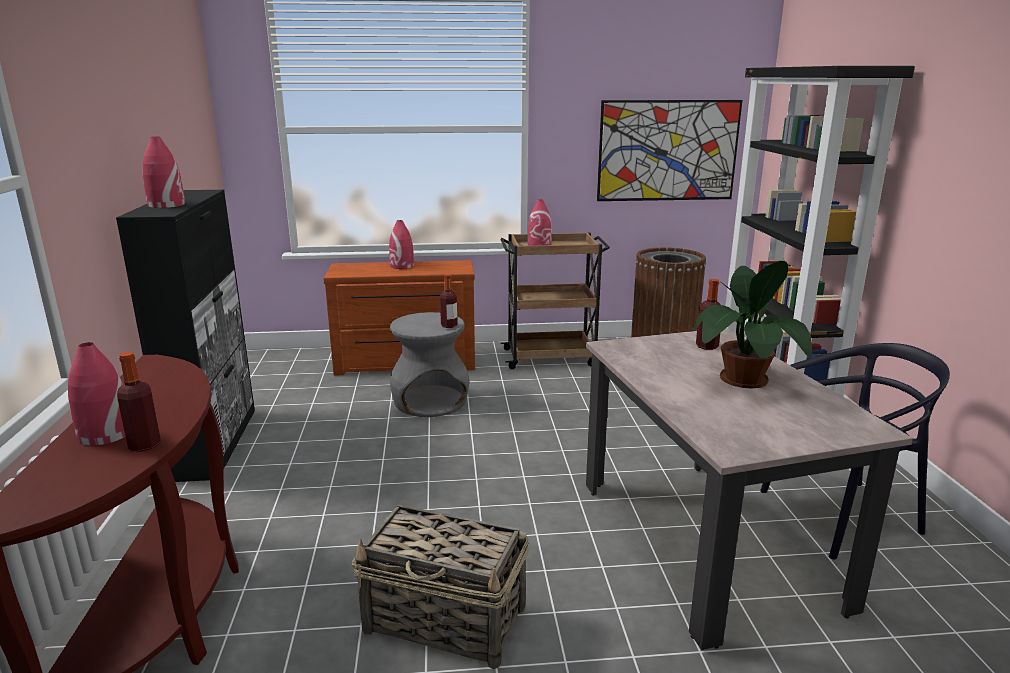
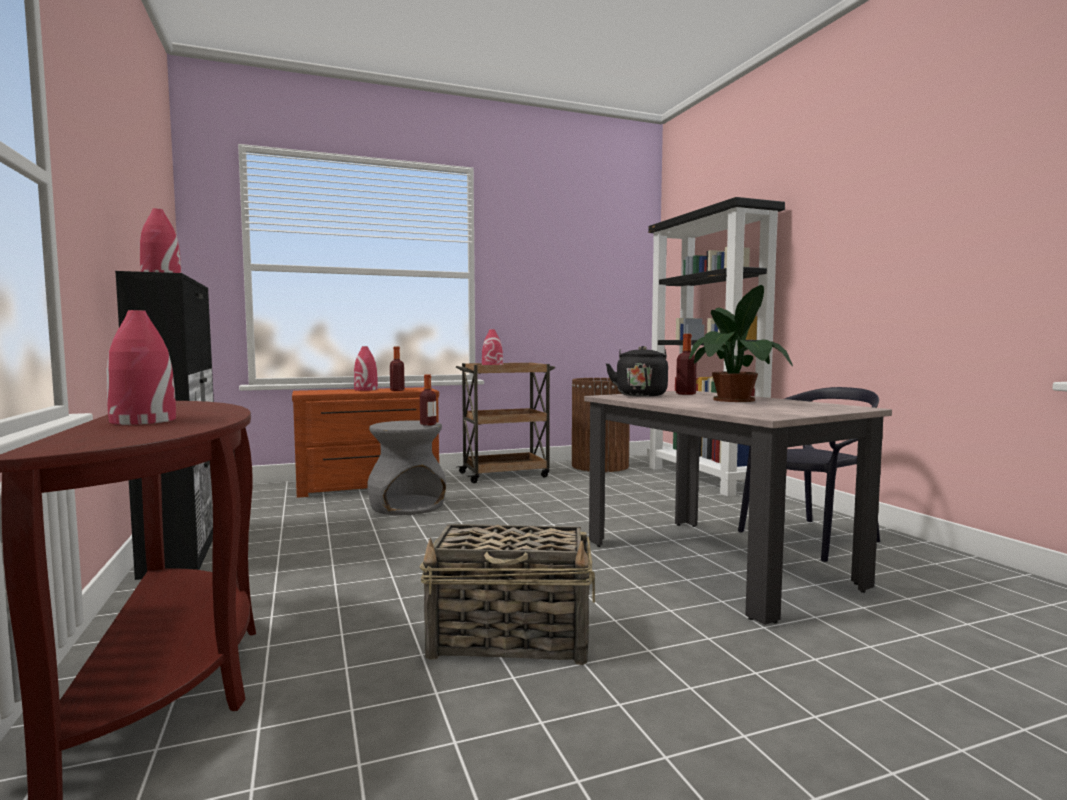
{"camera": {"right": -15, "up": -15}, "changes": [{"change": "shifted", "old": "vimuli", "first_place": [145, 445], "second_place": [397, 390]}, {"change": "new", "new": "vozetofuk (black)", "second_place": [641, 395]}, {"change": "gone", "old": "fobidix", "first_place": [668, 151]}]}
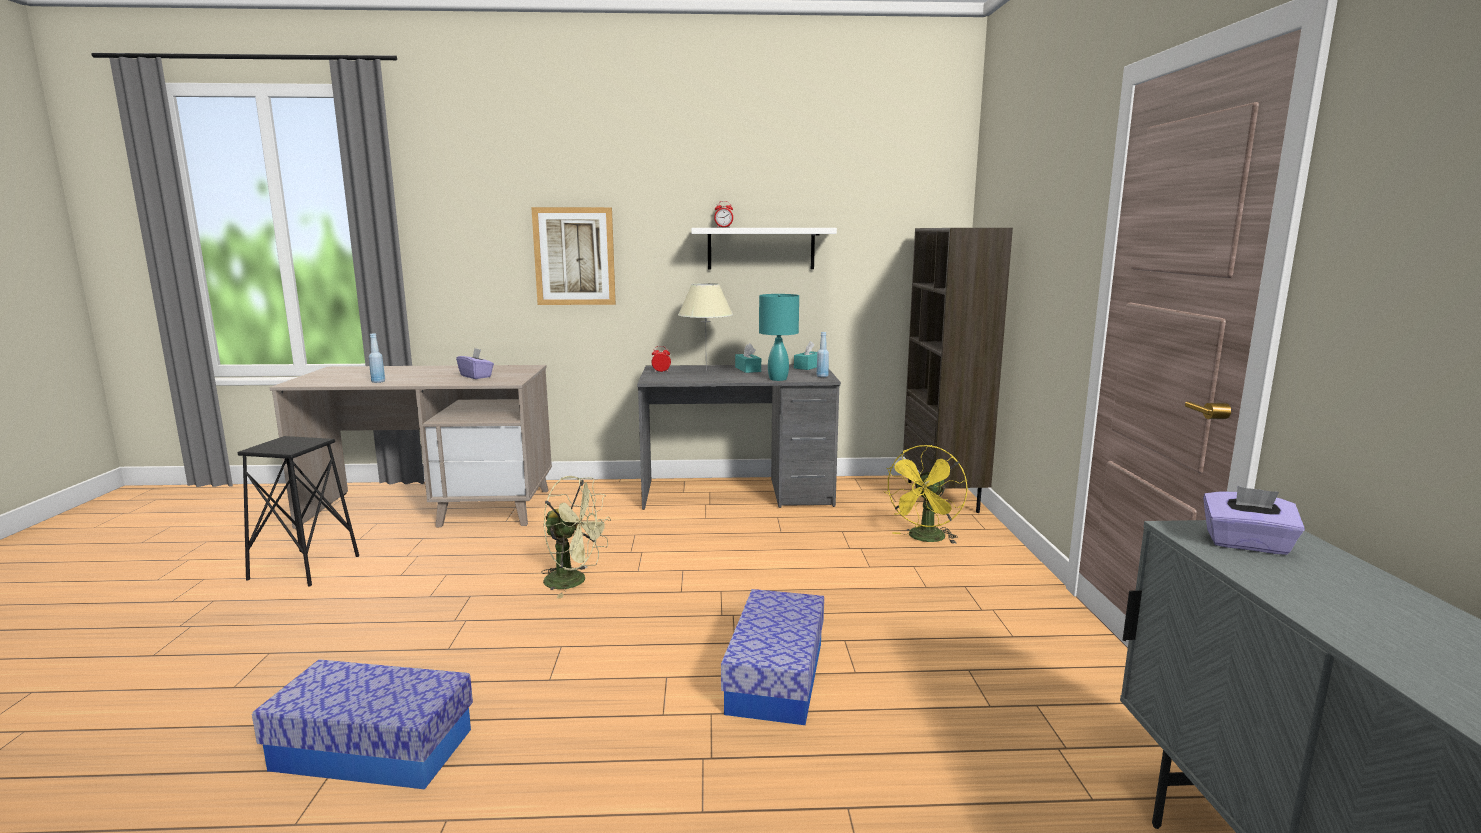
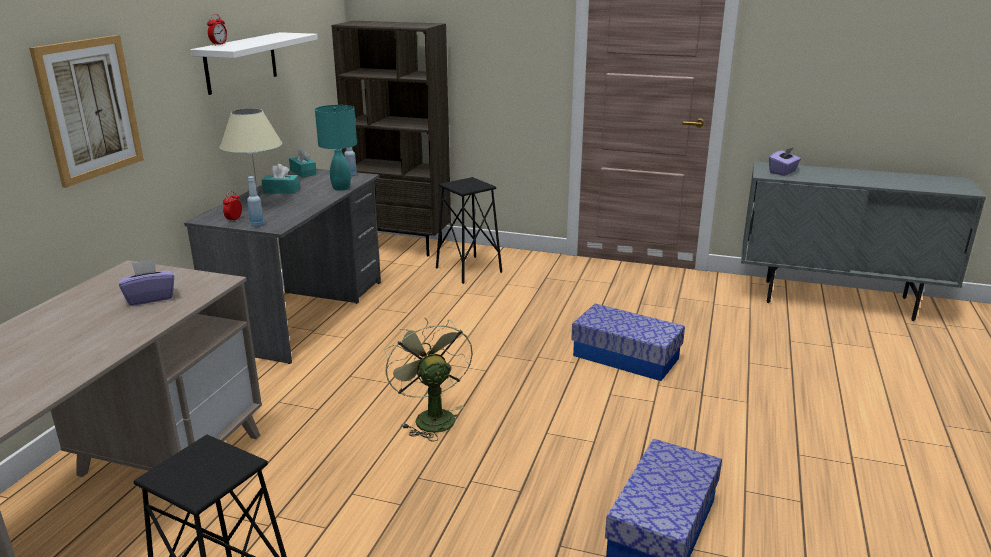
{"camera": {"right": -70, "up": 10}, "changes": [{"change": "shifted", "old": "vimuli (blue)", "first_place": [378, 382], "second_place": [257, 225]}, {"change": "rotated", "old": "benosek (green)", "first_place": [574, 581], "second_place": [430, 417], "degrees": -60}, {"change": "swapped", "old": "benosek (yellow)", "new": "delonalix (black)", "first_place": [925, 539], "second_place": [469, 270]}]}
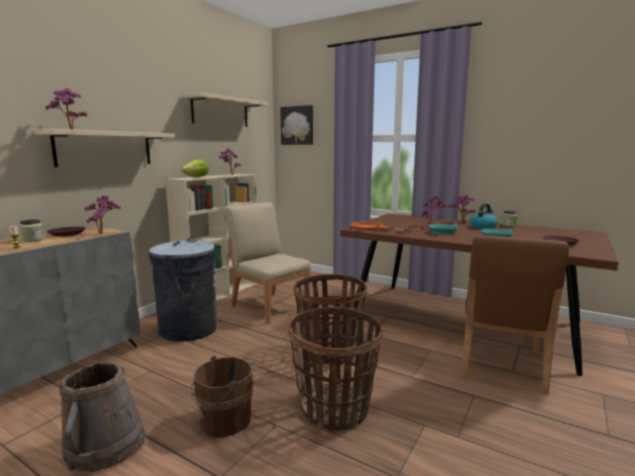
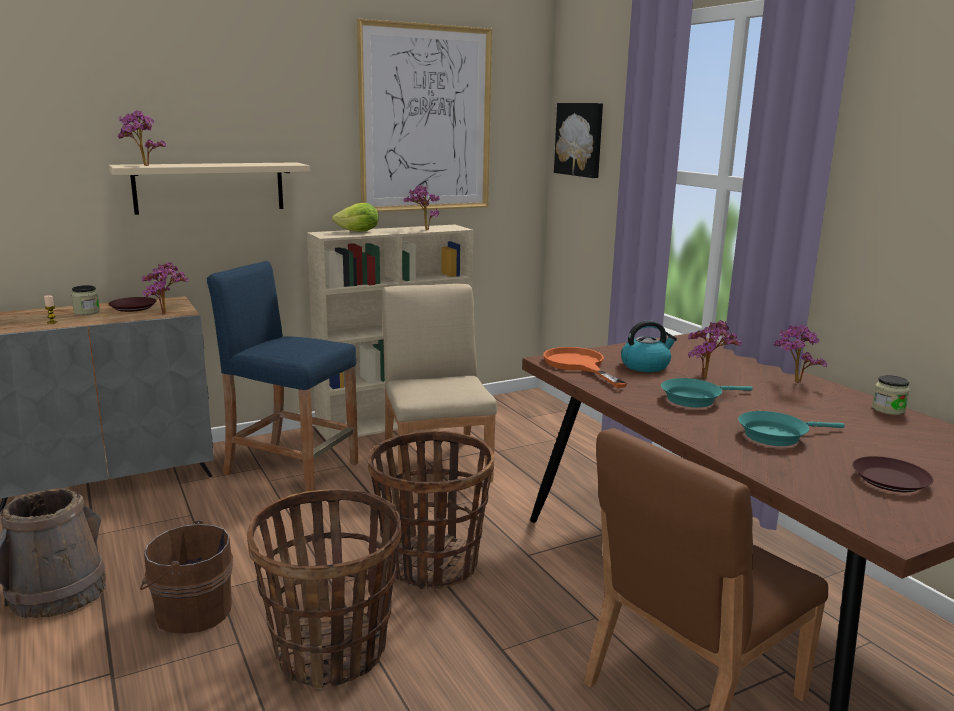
{"camera": {"right": 30, "up": 5}, "changes": [{"change": "swapped", "old": "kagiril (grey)", "new": "delonalix (blue)", "first_place": [188, 329], "second_place": [292, 468]}, {"change": "swapped", "old": "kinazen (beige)", "new": "fobidix", "first_place": [220, 112], "second_place": [426, 119]}, {"change": "shifted", "old": "vozetofuk", "first_place": [483, 227], "second_place": [645, 366]}]}
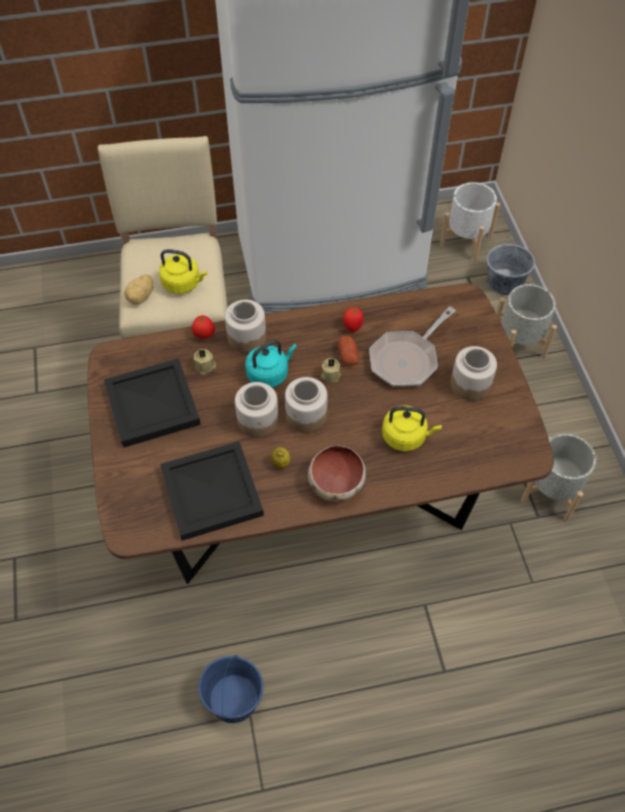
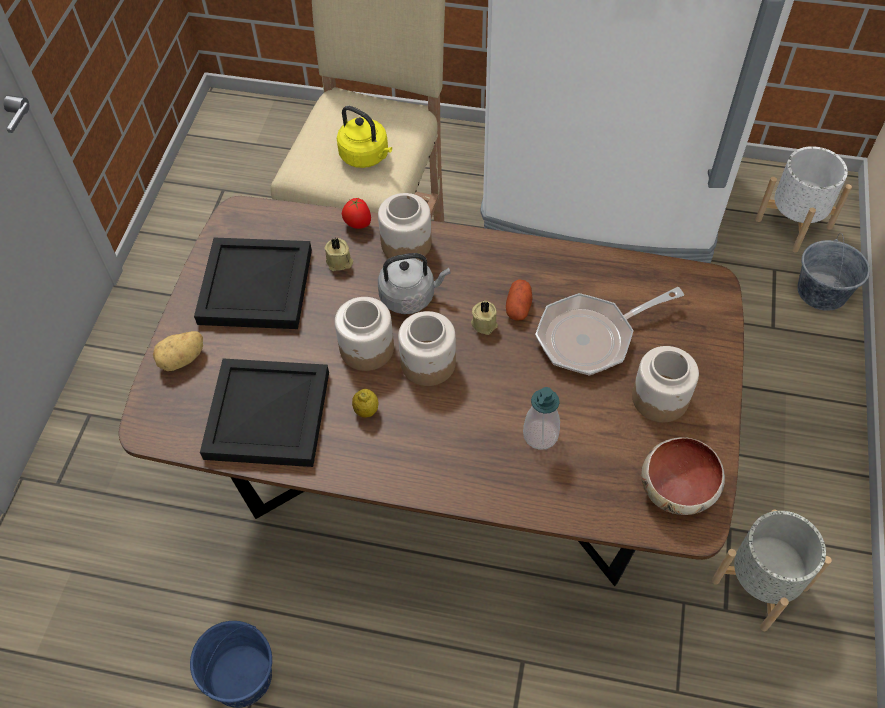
{"camera": {"right": 25, "up": 0}, "changes": [{"change": "shifted", "old": "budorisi", "first_place": [141, 297], "second_place": [182, 360]}, {"change": "repainted", "old": "vozetofuk (turquoise)", "new": "vozetofuk (grey)", "first_place": [269, 374], "second_place": [410, 296]}, {"change": "swapped", "old": "vozetofuk (yellow)", "new": "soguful", "first_place": [406, 436], "second_place": [540, 435]}, {"change": "shifted", "old": "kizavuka", "first_place": [336, 482], "second_place": [677, 486]}, {"change": "gone", "old": "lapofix", "first_place": [352, 326]}, {"change": "gone", "old": "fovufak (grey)", "first_place": [518, 342]}]}
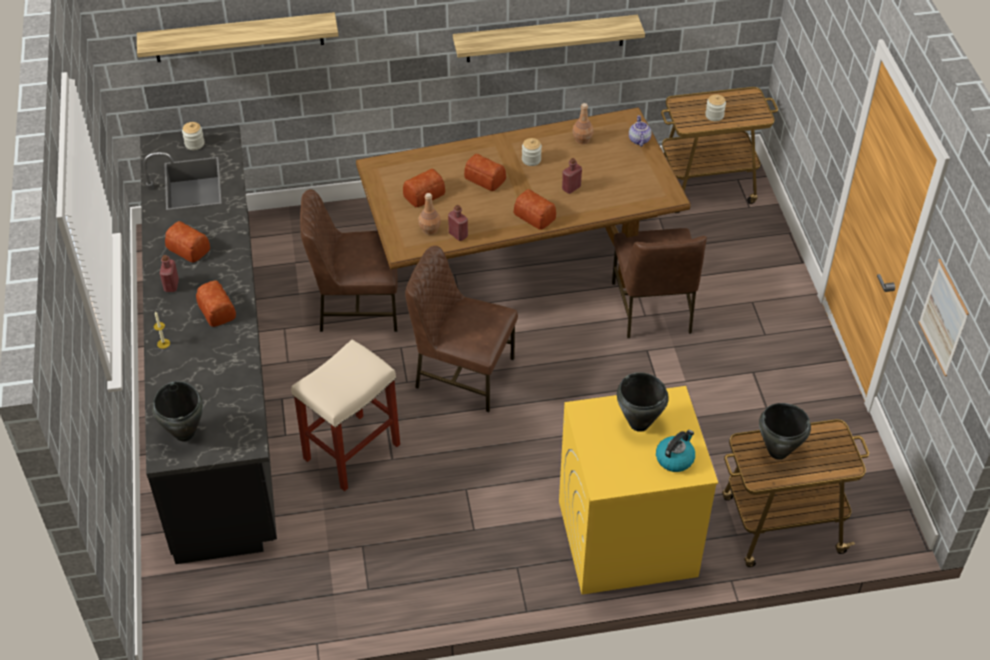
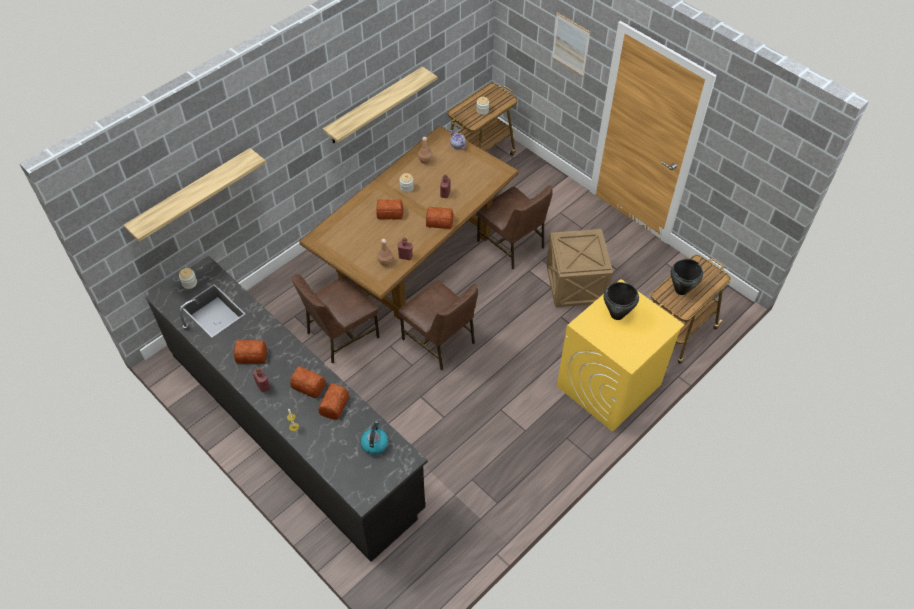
{"camera": {"right": -35, "up": 5}, "changes": [{"change": "shifted", "old": "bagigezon", "first_place": [423, 194], "second_place": [333, 405]}, {"change": "shifted", "old": "vozetofuk", "first_place": [675, 458], "second_place": [374, 443]}, {"change": "rotated", "old": "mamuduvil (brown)", "first_place": [463, 373], "second_place": [440, 341], "degrees": -120}, {"change": "new", "new": "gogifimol", "second_place": [575, 283]}, {"change": "shifted", "old": "fobidix", "first_place": [943, 317], "second_place": [570, 44]}, {"change": "gone", "old": "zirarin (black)", "first_place": [185, 433]}, {"change": "gone", "old": "delonalix (beige)", "first_place": [351, 453]}]}
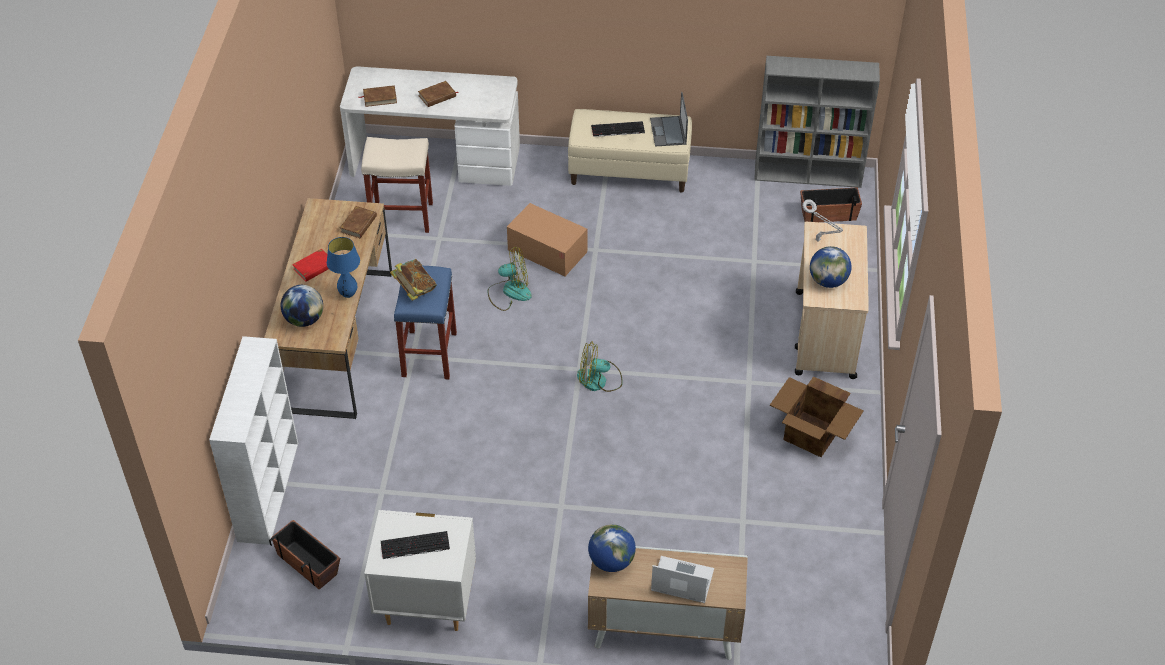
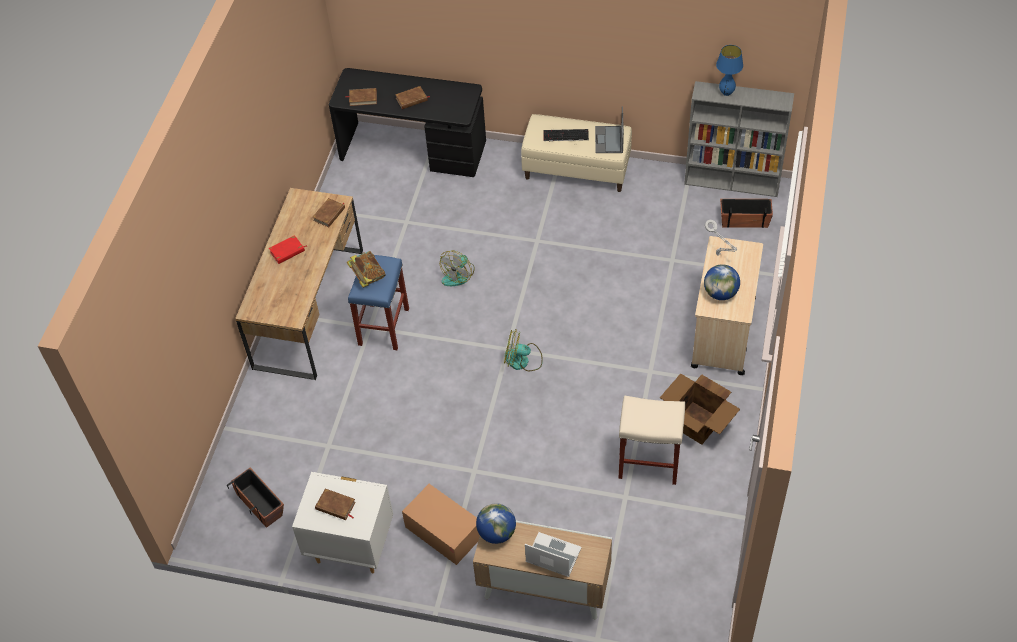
{"camera": {"right": 10, "up": 5}, "changes": [{"change": "swapped", "old": "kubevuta", "new": "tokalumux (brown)", "first_place": [414, 546], "second_place": [335, 506]}, {"change": "repainted", "old": "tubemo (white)", "new": "tubemo (black)", "first_place": [435, 160], "second_place": [413, 149]}, {"change": "shifted", "old": "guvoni", "first_place": [547, 251], "second_place": [443, 531]}, {"change": "rotated", "old": "benosek", "first_place": [509, 292], "second_place": [458, 275], "degrees": 120}, {"change": "shifted", "old": "delonalix (beige)", "first_place": [401, 217], "second_place": [648, 463]}, {"change": "shifted", "old": "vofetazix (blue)", "first_place": [348, 294], "second_place": [726, 93]}, {"change": "gone", "old": "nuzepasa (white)", "first_place": [268, 490]}, {"change": "gone", "old": "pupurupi", "first_place": [304, 319]}]}
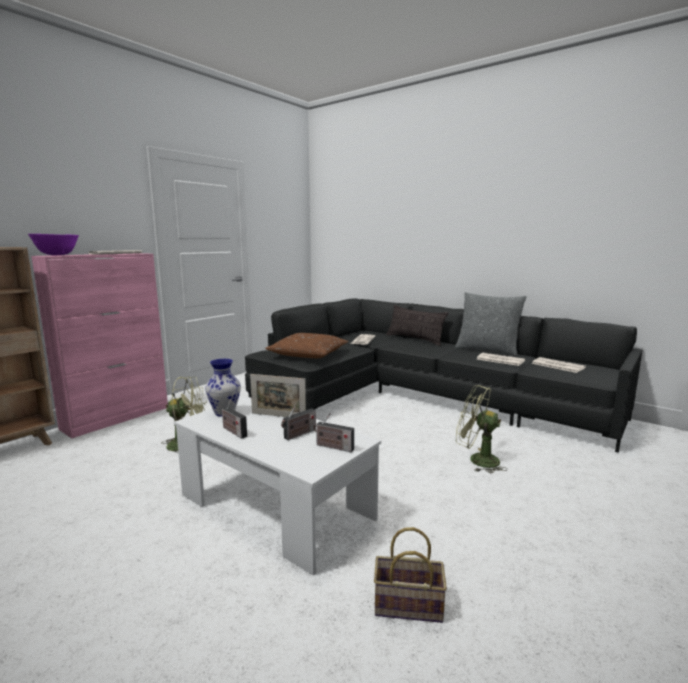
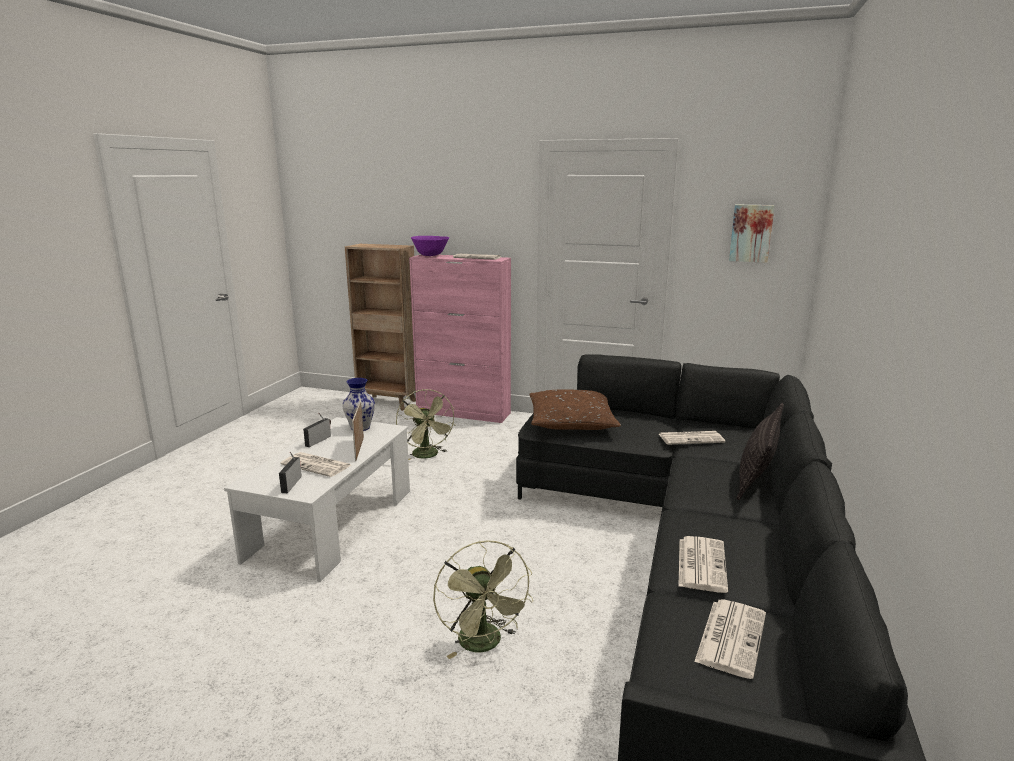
{"camera": {"right": 70, "up": 5}, "changes": [{"change": "swapped", "old": "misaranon", "new": "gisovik", "first_place": [299, 434], "second_place": [317, 465]}, {"change": "rotated", "old": "benosek (green)", "first_place": [477, 460], "second_place": [484, 644], "degrees": 150}, {"change": "new", "new": "fobidix", "second_place": [751, 233]}, {"change": "gone", "old": "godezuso", "first_place": [406, 606]}, {"change": "gone", "old": "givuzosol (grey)", "first_place": [487, 350]}]}
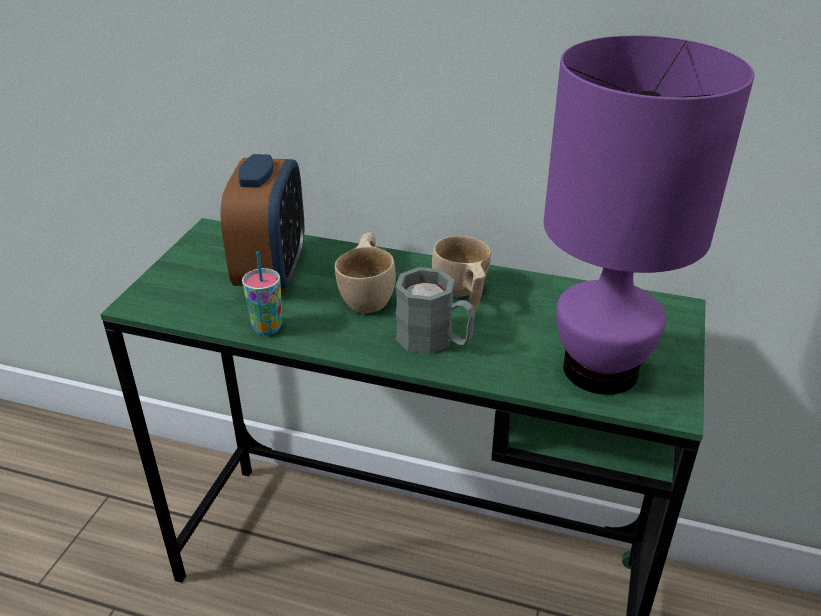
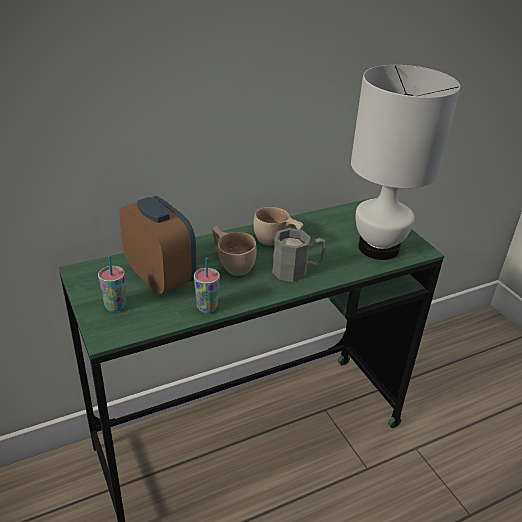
{"camera": {"right": -45, "up": 0}, "changes": [{"change": "new", "new": "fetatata", "second_place": [115, 306]}, {"change": "repainted", "old": "vofetazix (purple)", "new": "vofetazix (white)", "first_place": [599, 368], "second_place": [377, 248]}]}
